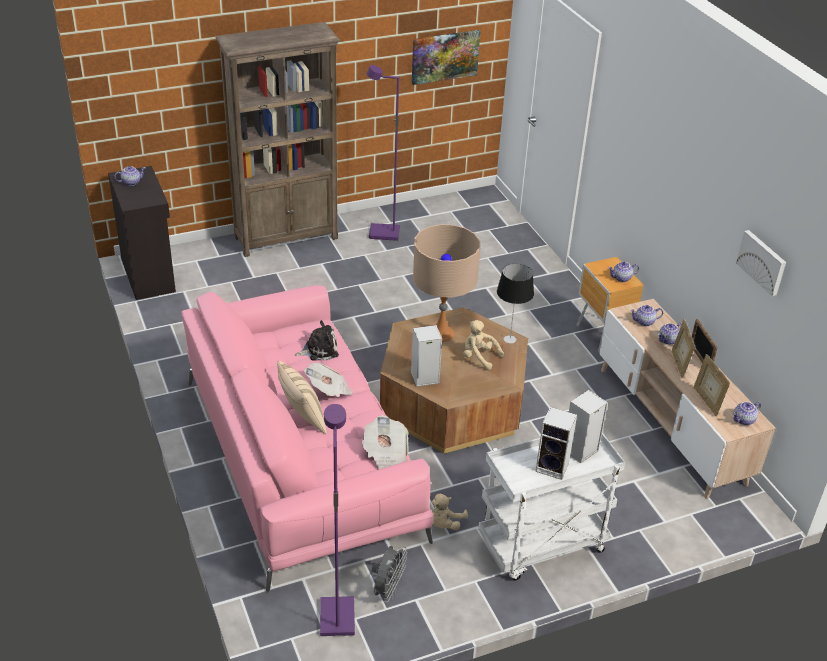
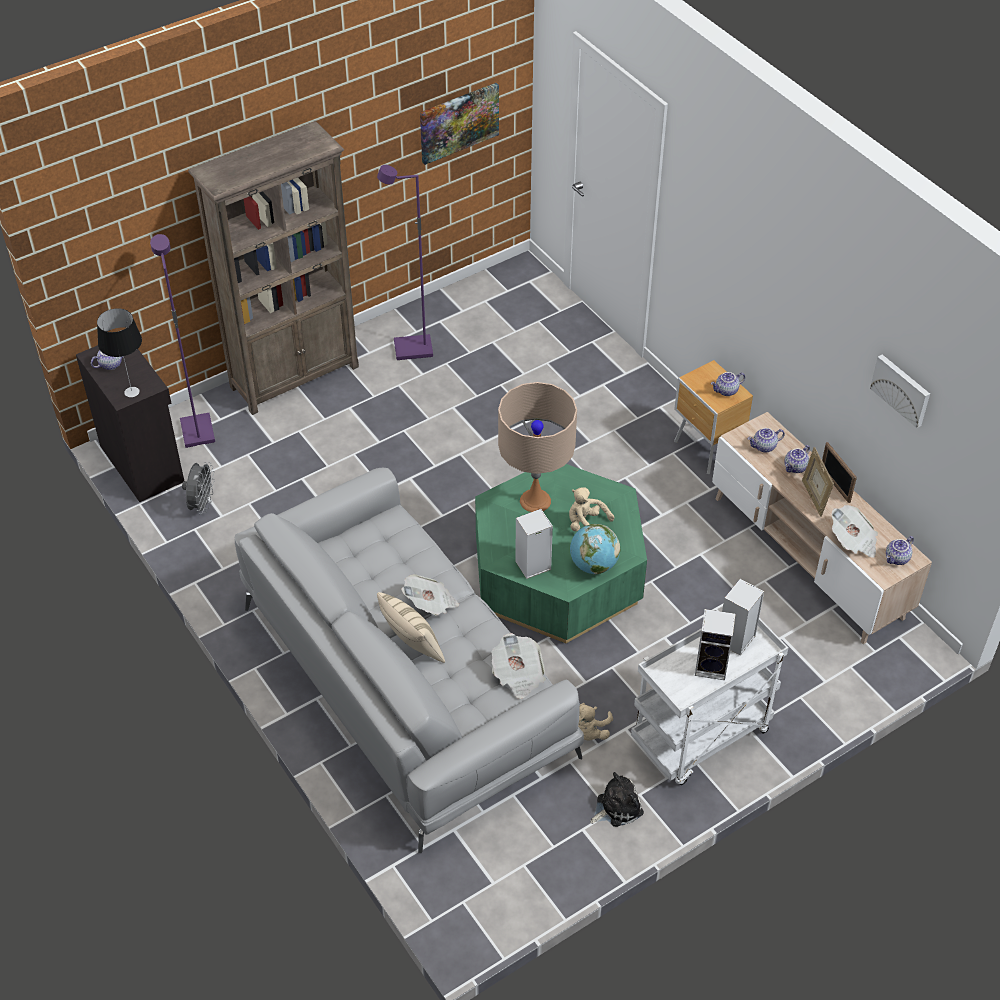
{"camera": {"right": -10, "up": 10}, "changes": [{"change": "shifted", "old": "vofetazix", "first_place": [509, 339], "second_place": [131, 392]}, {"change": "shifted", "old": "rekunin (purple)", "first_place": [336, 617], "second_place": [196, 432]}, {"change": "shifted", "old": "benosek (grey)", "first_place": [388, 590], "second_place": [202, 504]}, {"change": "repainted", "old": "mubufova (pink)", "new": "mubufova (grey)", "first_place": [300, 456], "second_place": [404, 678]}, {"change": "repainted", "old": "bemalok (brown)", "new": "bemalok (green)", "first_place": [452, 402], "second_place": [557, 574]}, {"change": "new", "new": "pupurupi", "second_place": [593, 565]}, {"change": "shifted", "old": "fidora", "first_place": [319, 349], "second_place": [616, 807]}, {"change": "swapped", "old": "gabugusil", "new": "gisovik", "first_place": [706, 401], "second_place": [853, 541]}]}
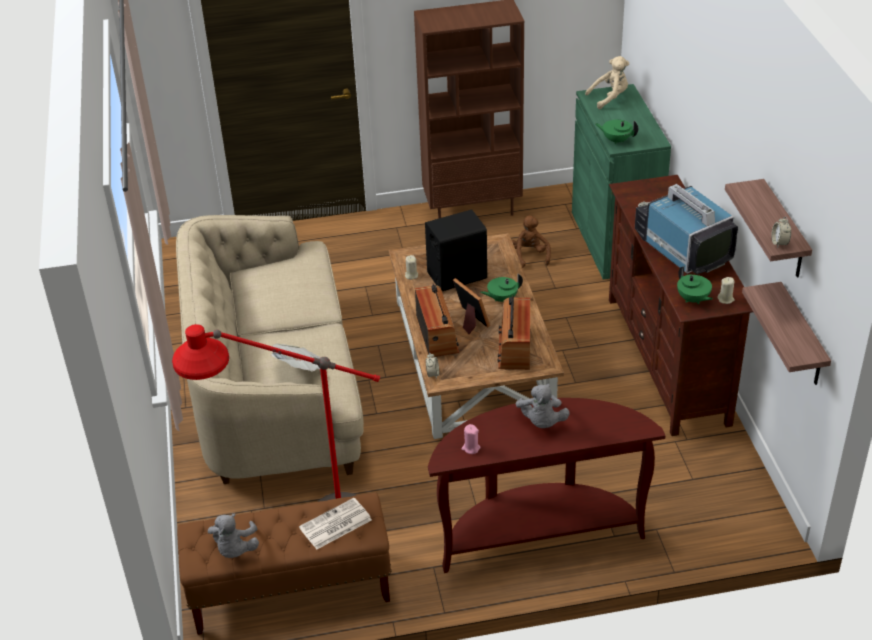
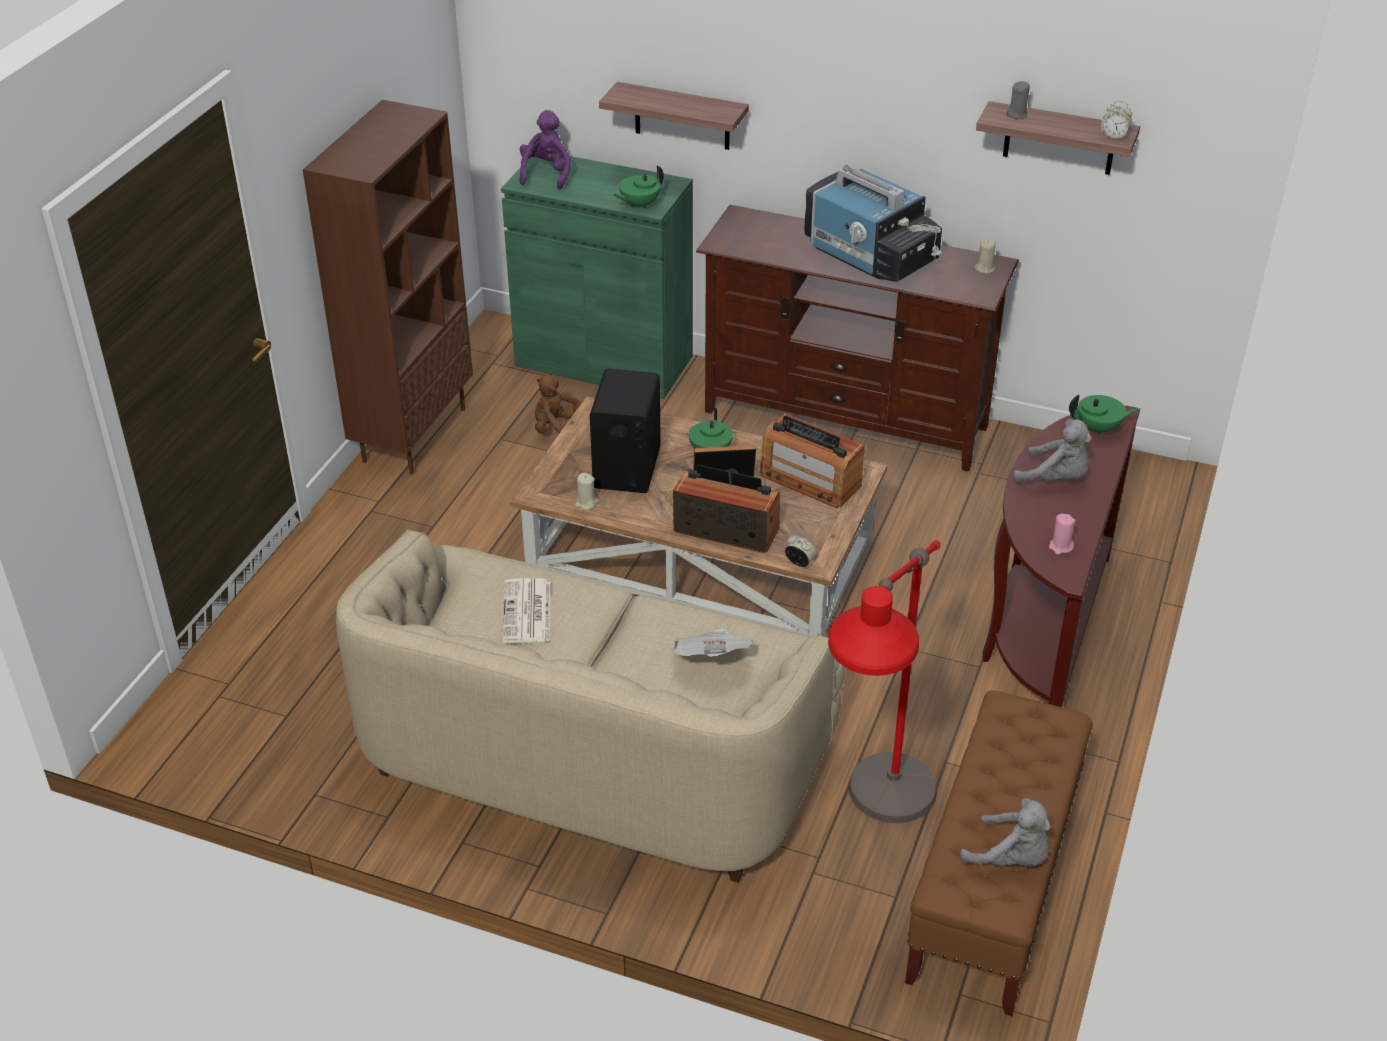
{"camera": {"right": -60, "up": 0}, "changes": [{"change": "shifted", "old": "gisovik", "first_place": [335, 525], "second_place": [527, 613]}, {"change": "repainted", "old": "fidora (beige)", "new": "fidora (purple)", "first_place": [609, 98], "second_place": [546, 174]}, {"change": "shifted", "old": "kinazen", "first_place": [802, 337], "second_place": [682, 116]}, {"change": "rotated", "old": "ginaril", "first_place": [682, 248], "second_place": [870, 256], "degrees": -135}, {"change": "new", "new": "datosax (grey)", "second_place": [1017, 114]}, {"change": "shifted", "old": "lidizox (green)", "first_place": [693, 299], "second_place": [1099, 429]}]}
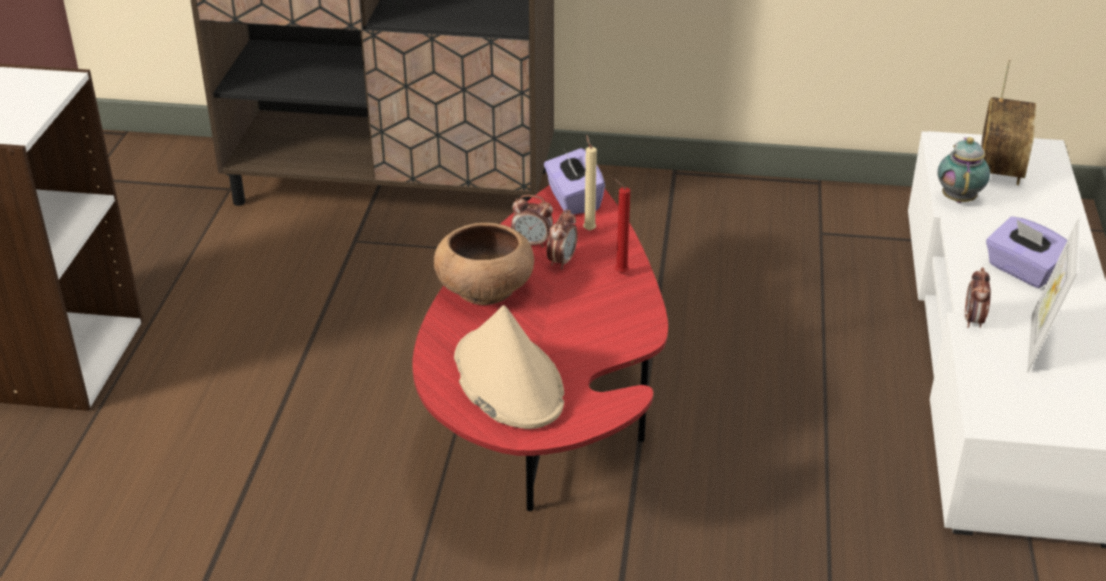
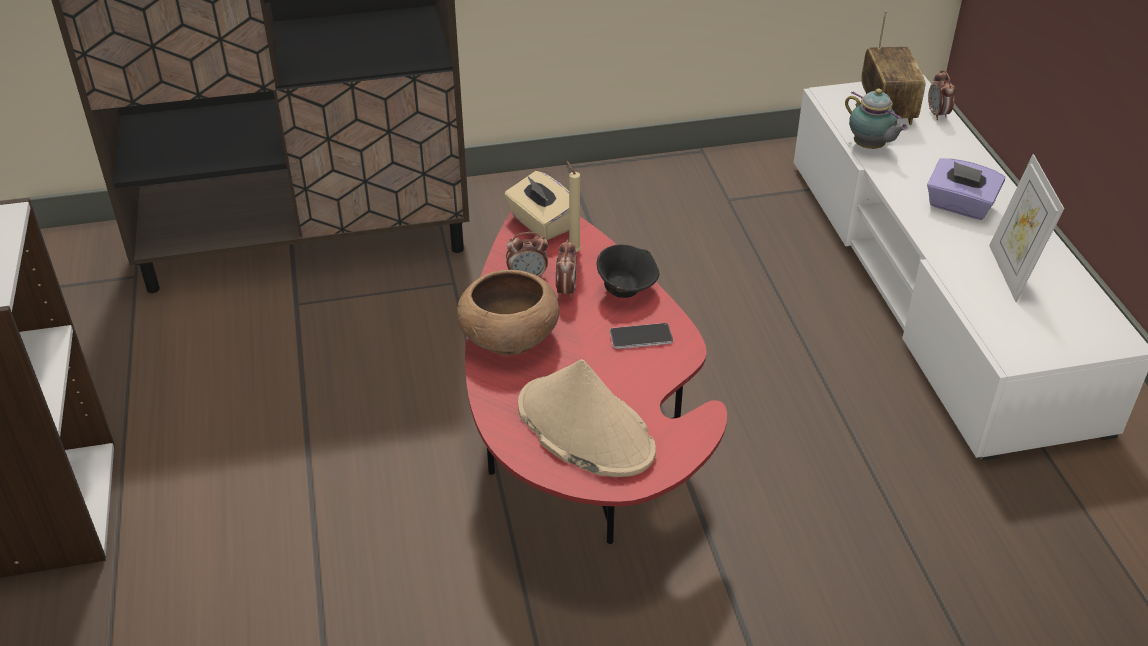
{"camera": {"right": -20, "up": 5}, "changes": [{"change": "repainted", "old": "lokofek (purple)", "new": "lokofek (beige)", "first_place": [573, 199], "second_place": [541, 223]}, {"change": "swapped", "old": "datosax (red)", "new": "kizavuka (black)", "first_place": [619, 272], "second_place": [626, 290]}, {"change": "new", "new": "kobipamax", "second_place": [641, 337]}, {"change": "rotated", "old": "lidizox", "first_place": [959, 198], "second_place": [870, 147], "degrees": 150}, {"change": "shifted", "old": "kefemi", "first_place": [973, 321], "second_place": [937, 114]}]}
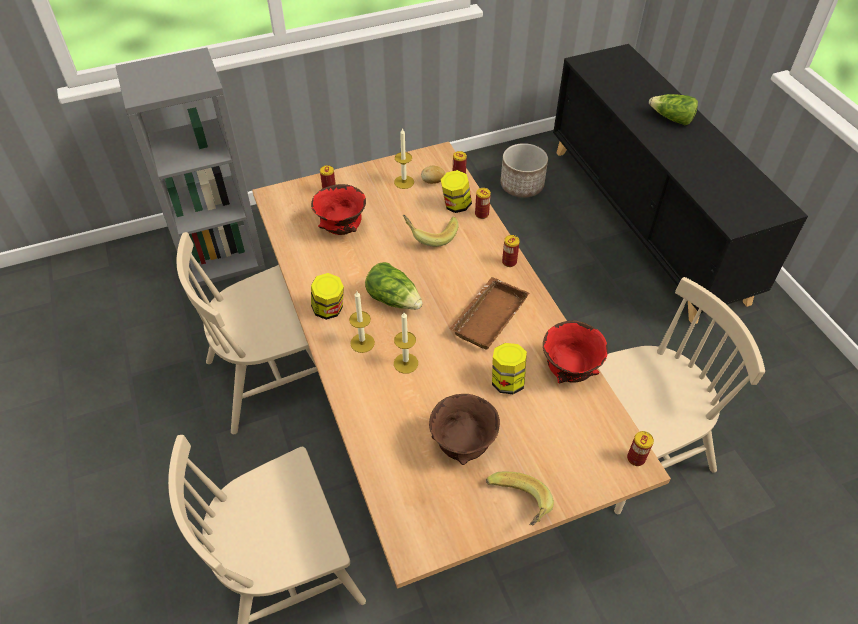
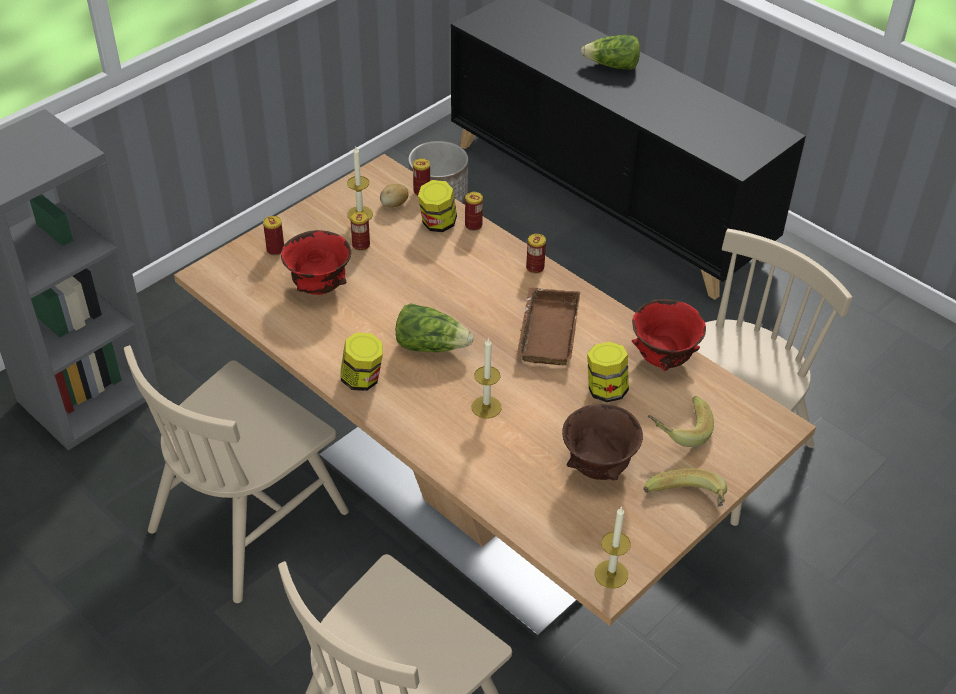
{"camera": {"right": -25, "up": -5}, "changes": [{"change": "shifted", "old": "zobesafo", "first_place": [636, 458], "second_place": [361, 245]}, {"change": "shifted", "old": "datosax", "first_place": [362, 343], "second_place": [611, 574]}, {"change": "shifted", "old": "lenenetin", "first_place": [430, 234], "second_place": [677, 430]}]}
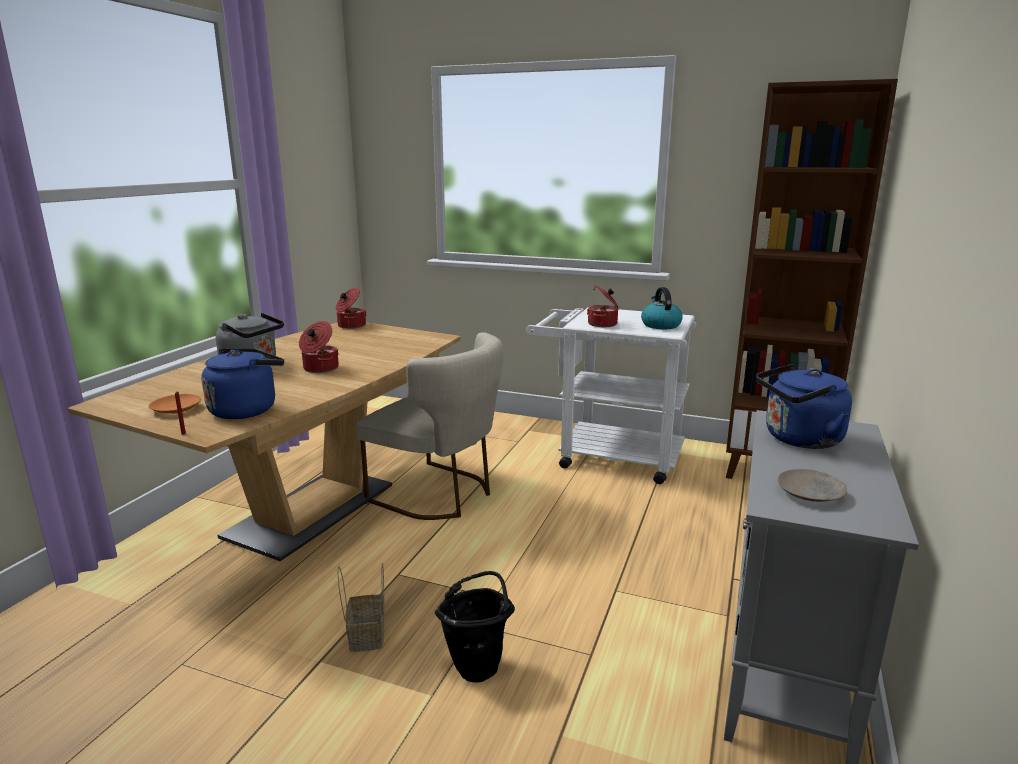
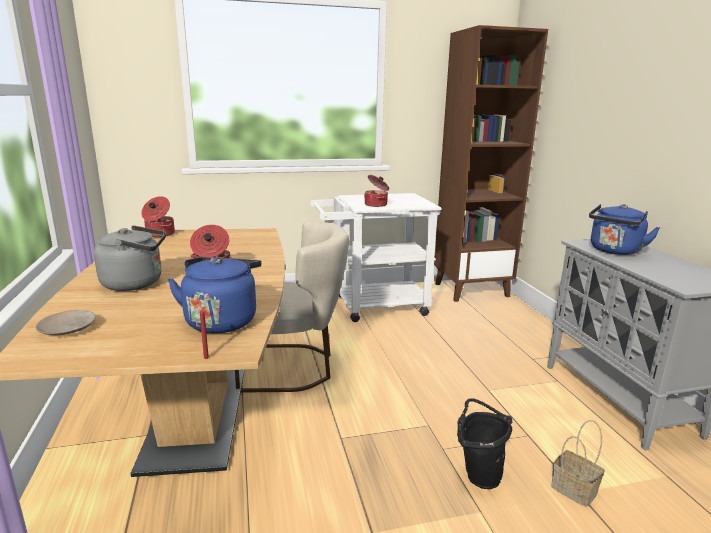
{"camera": {"right": -35, "up": 0}, "changes": [{"change": "shifted", "old": "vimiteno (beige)", "first_place": [811, 493], "second_place": [68, 328]}, {"change": "shifted", "old": "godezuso", "first_place": [366, 635], "second_place": [572, 489]}, {"change": "gone", "old": "vimiteno (orange)", "first_place": [176, 409]}, {"change": "gone", "old": "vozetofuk", "first_place": [660, 325]}]}
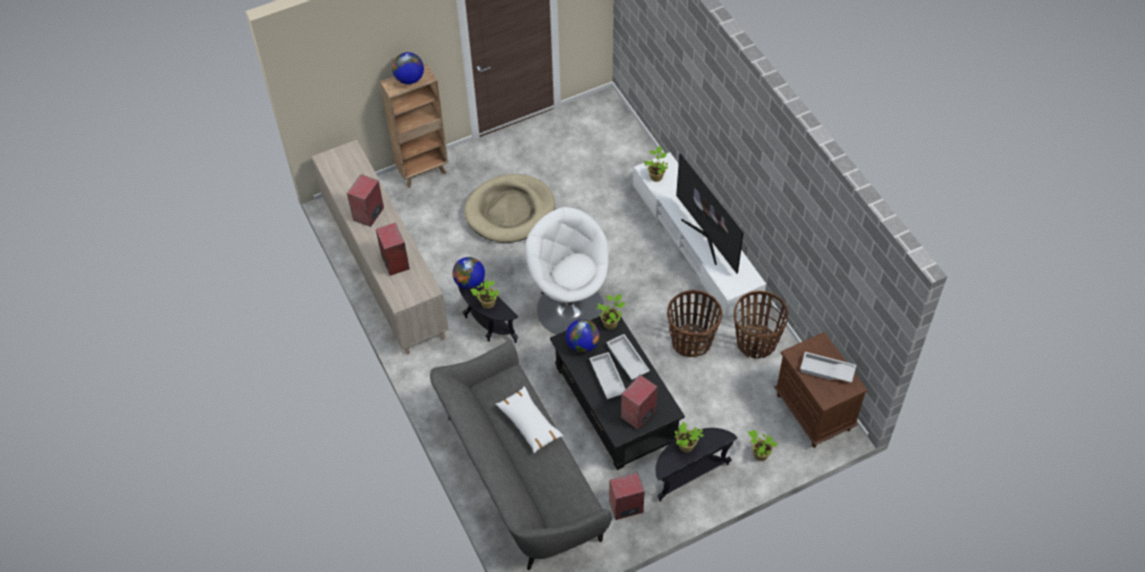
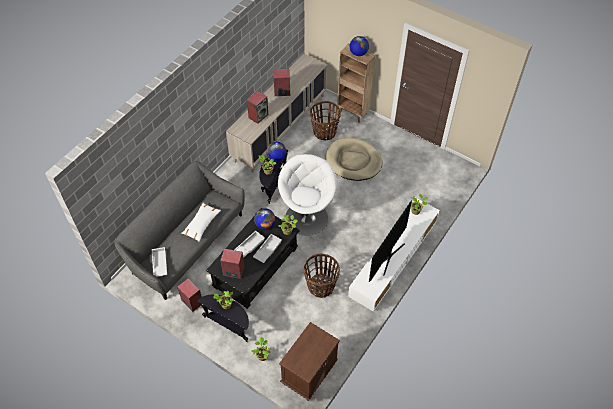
{"camera": {"right": 60, "up": 0}, "changes": [{"change": "shifted", "old": "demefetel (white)", "first_place": [826, 371], "second_place": [159, 263]}, {"change": "shifted", "old": "godezuso", "first_place": [756, 342], "second_place": [324, 132]}]}
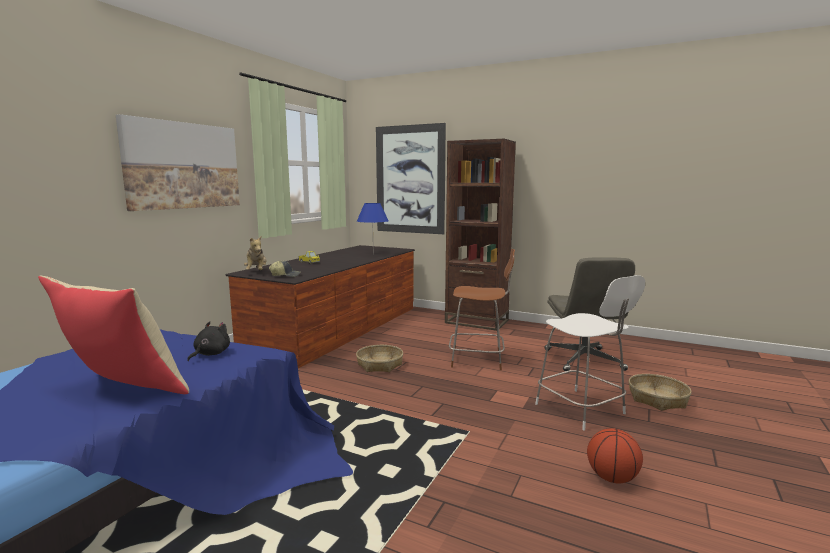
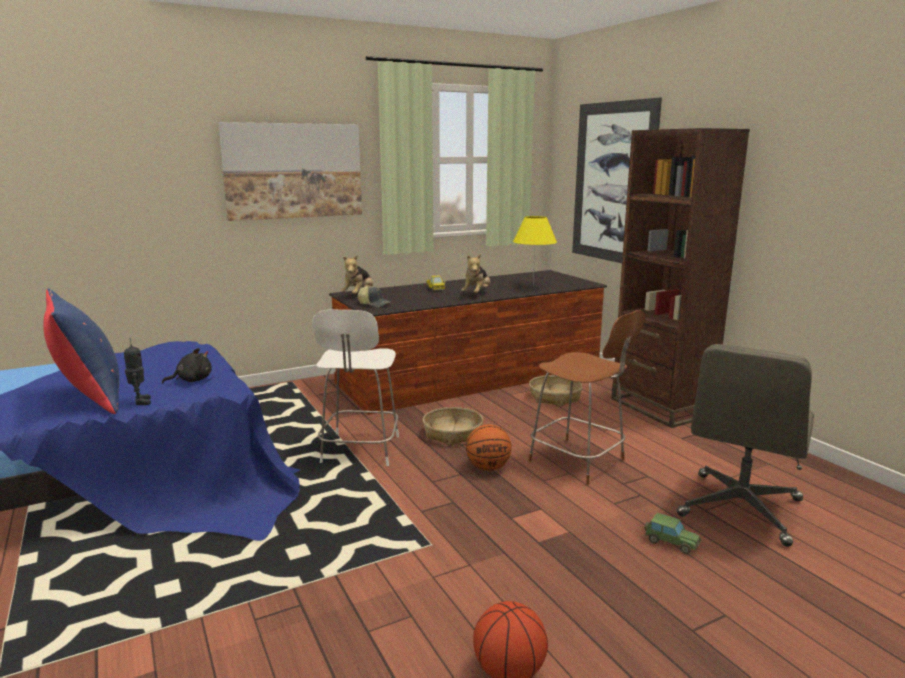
{"camera": {"right": 35, "up": 5}, "changes": [{"change": "repainted", "old": "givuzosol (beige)", "new": "givuzosol (blue)", "first_place": [122, 390], "second_place": [90, 397]}, {"change": "new", "new": "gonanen", "second_place": [140, 402]}, {"change": "shifted", "old": "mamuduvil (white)", "first_place": [582, 410], "second_place": [360, 451]}, {"change": "new", "new": "fidora", "second_place": [477, 294]}, {"change": "new", "new": "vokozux", "second_place": [488, 467]}, {"change": "repainted", "old": "vofetazix (blue)", "new": "vofetazix (yellow)", "first_place": [373, 254], "second_place": [533, 286]}, {"change": "shifted", "old": "godezuso", "first_place": [657, 399], "second_place": [554, 397]}, {"change": "new", "new": "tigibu", "second_place": [671, 543]}]}
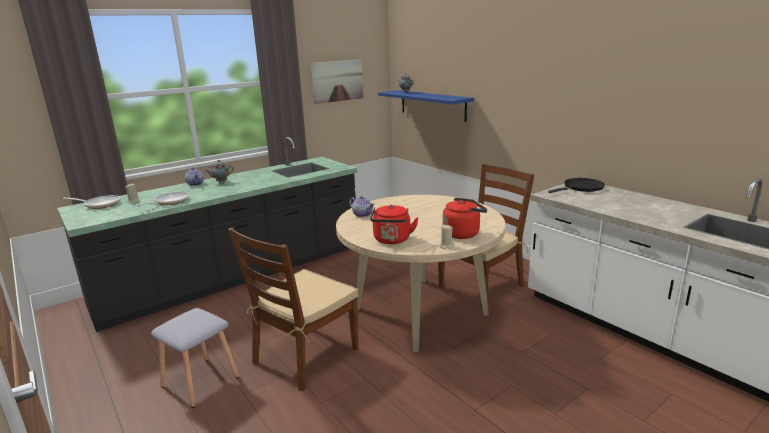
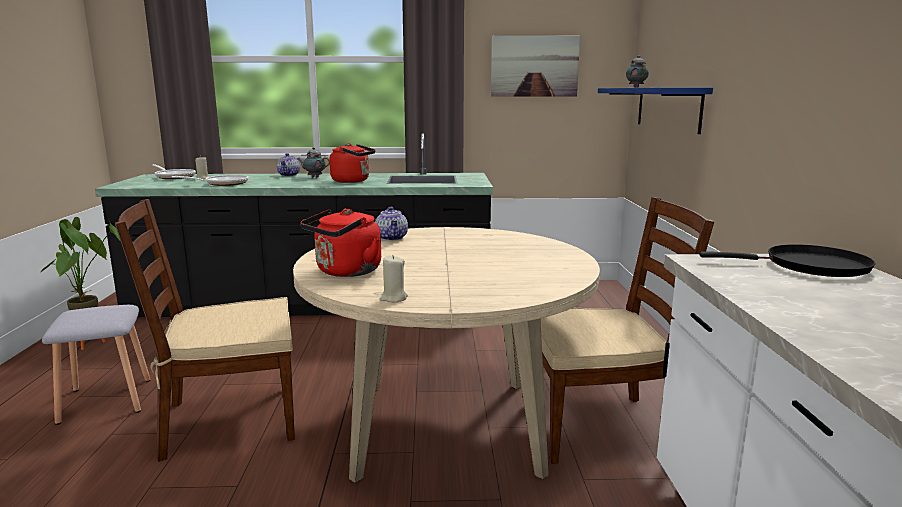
{"camera": {"right": 35, "up": -5}, "changes": [{"change": "new", "new": "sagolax", "second_place": [95, 341]}, {"change": "shifted", "old": "vozetofuk (red)", "first_place": [463, 233], "second_place": [353, 181]}]}
